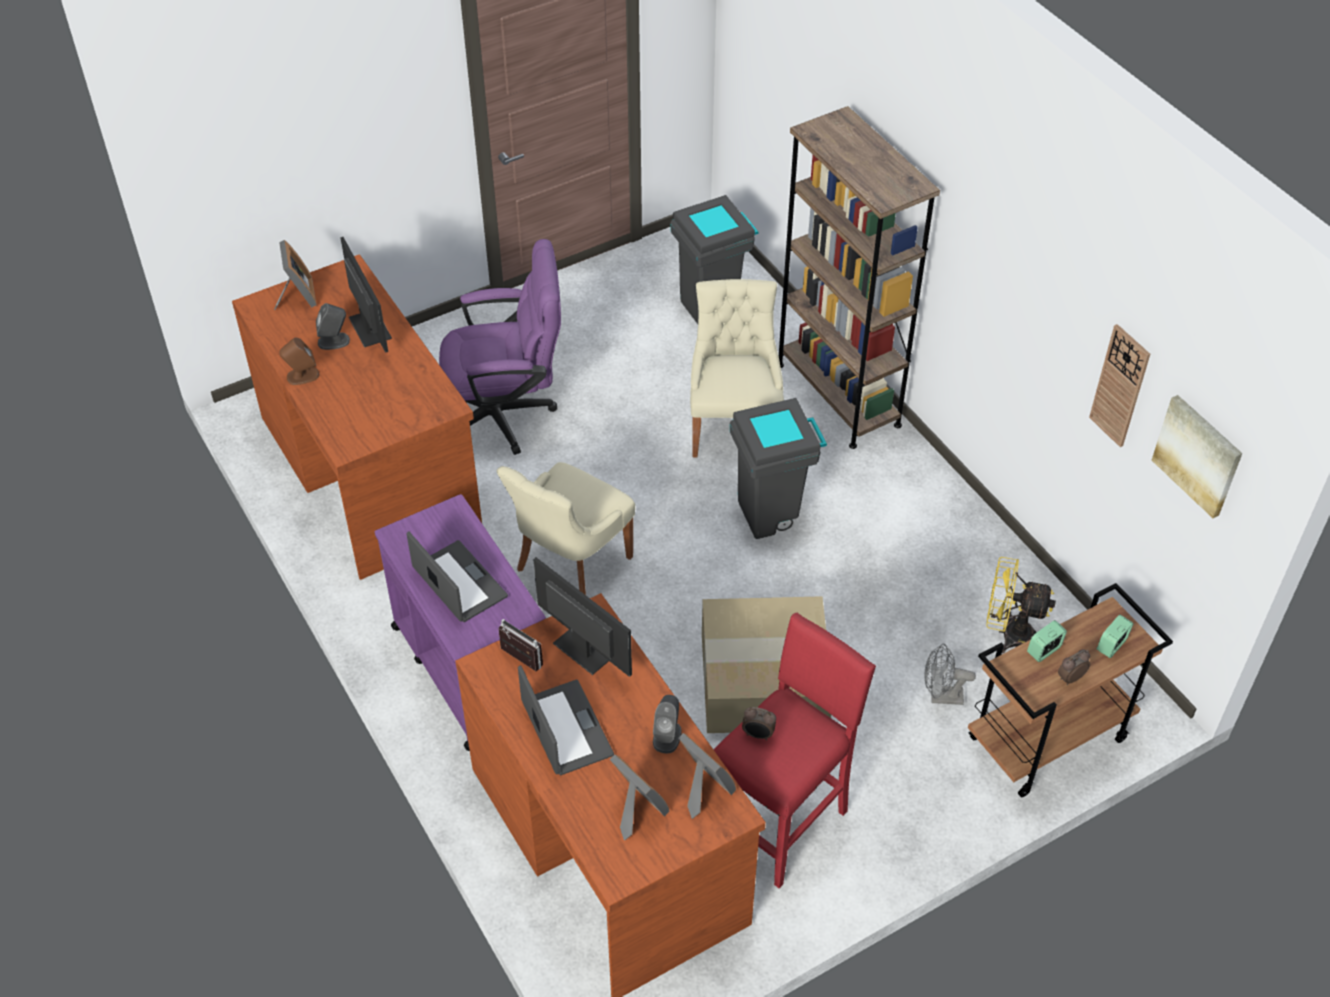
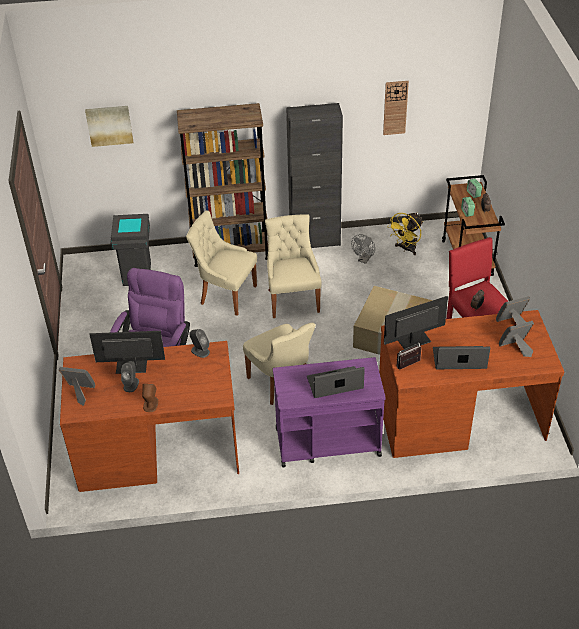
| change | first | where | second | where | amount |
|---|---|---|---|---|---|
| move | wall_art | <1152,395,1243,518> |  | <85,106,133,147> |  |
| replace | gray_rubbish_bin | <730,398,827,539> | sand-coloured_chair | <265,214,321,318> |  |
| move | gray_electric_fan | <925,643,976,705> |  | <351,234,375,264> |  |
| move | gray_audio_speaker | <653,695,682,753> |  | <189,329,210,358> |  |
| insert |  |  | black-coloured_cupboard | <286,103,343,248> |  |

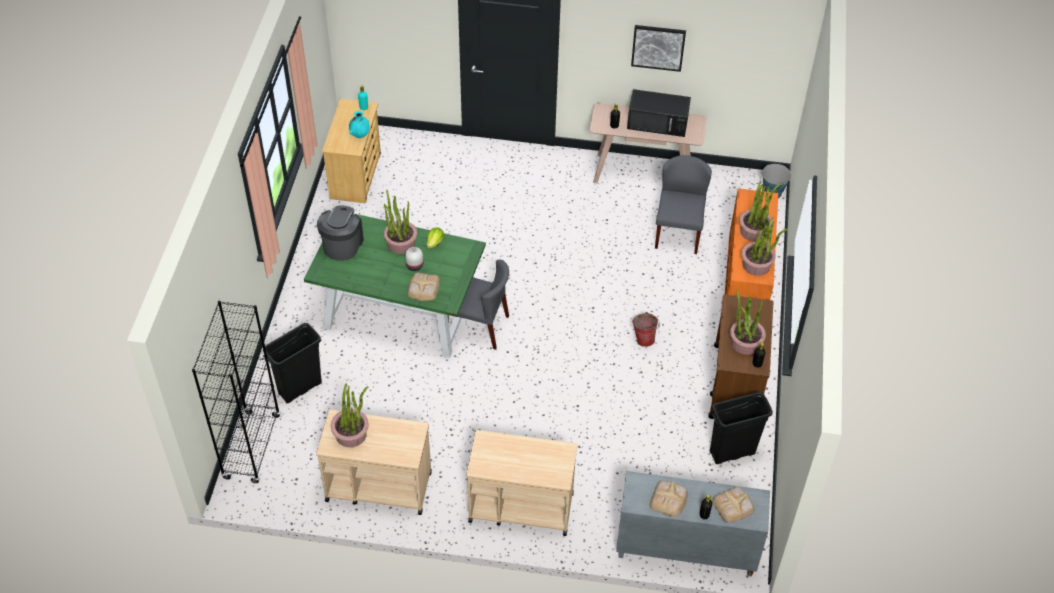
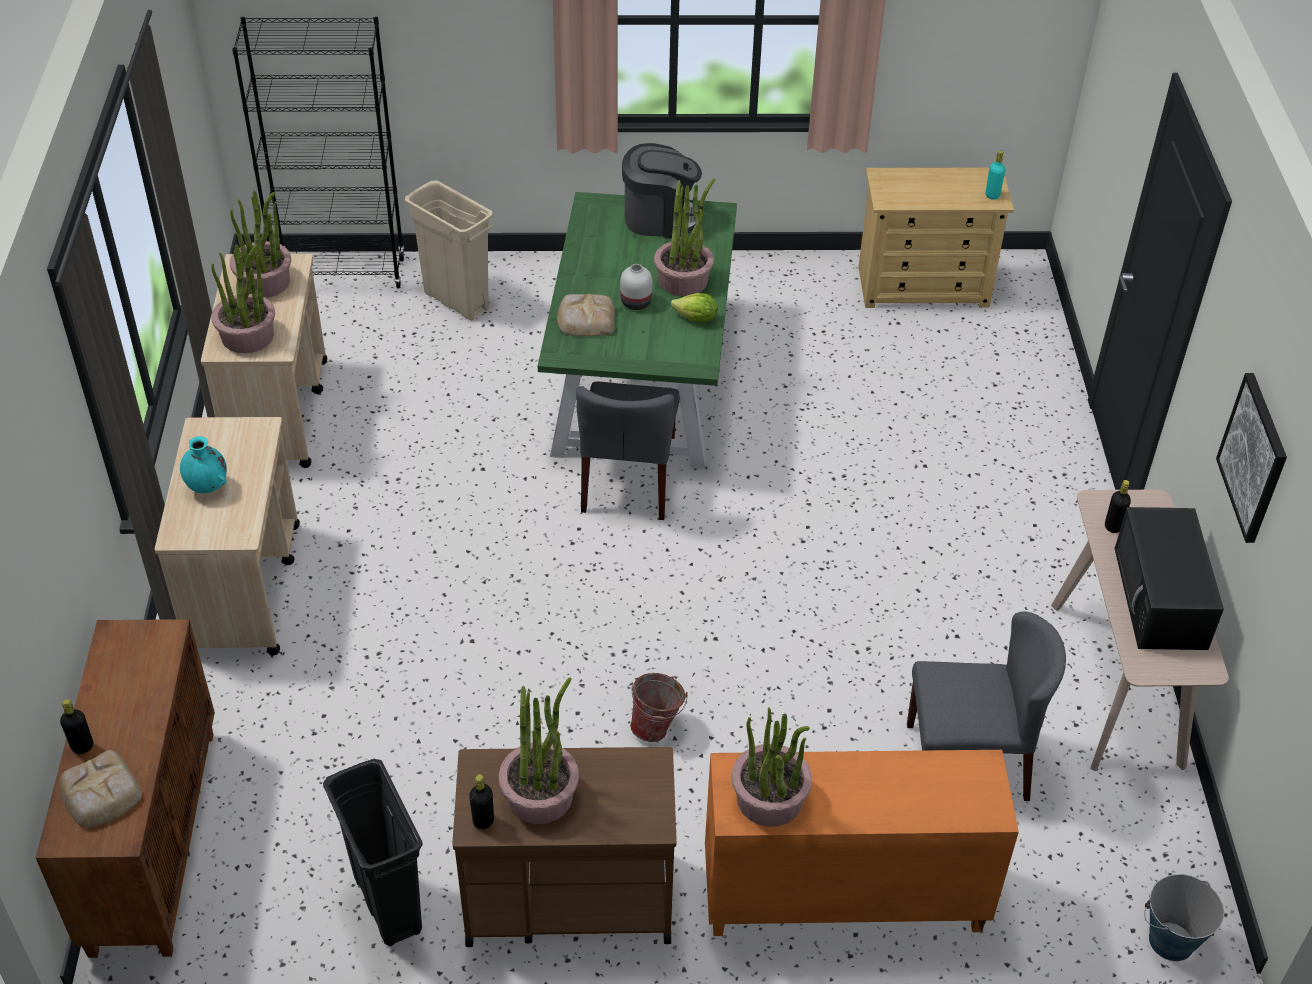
| change | first | where | second | where | amount |
|---|---|---|---|---|---|
| move | turquoise_vase | <349,111,370,138> |  | <180,436,227,493> |  |
| move | plant_in_a_pot | <739,181,781,242> |  | <211,244,275,353> |  |
| recolor | black-coloured_rubbish_bin | <263,323,322,403> | sand-coloured_rubbish_bin | <405,180,493,320> |  |
| recolor | gray_cupboard | <616,471,770,576> | brown_cupboard | <36,619,215,958> |  |
| delete | bread | <650,481,688,517> |  |  |  |

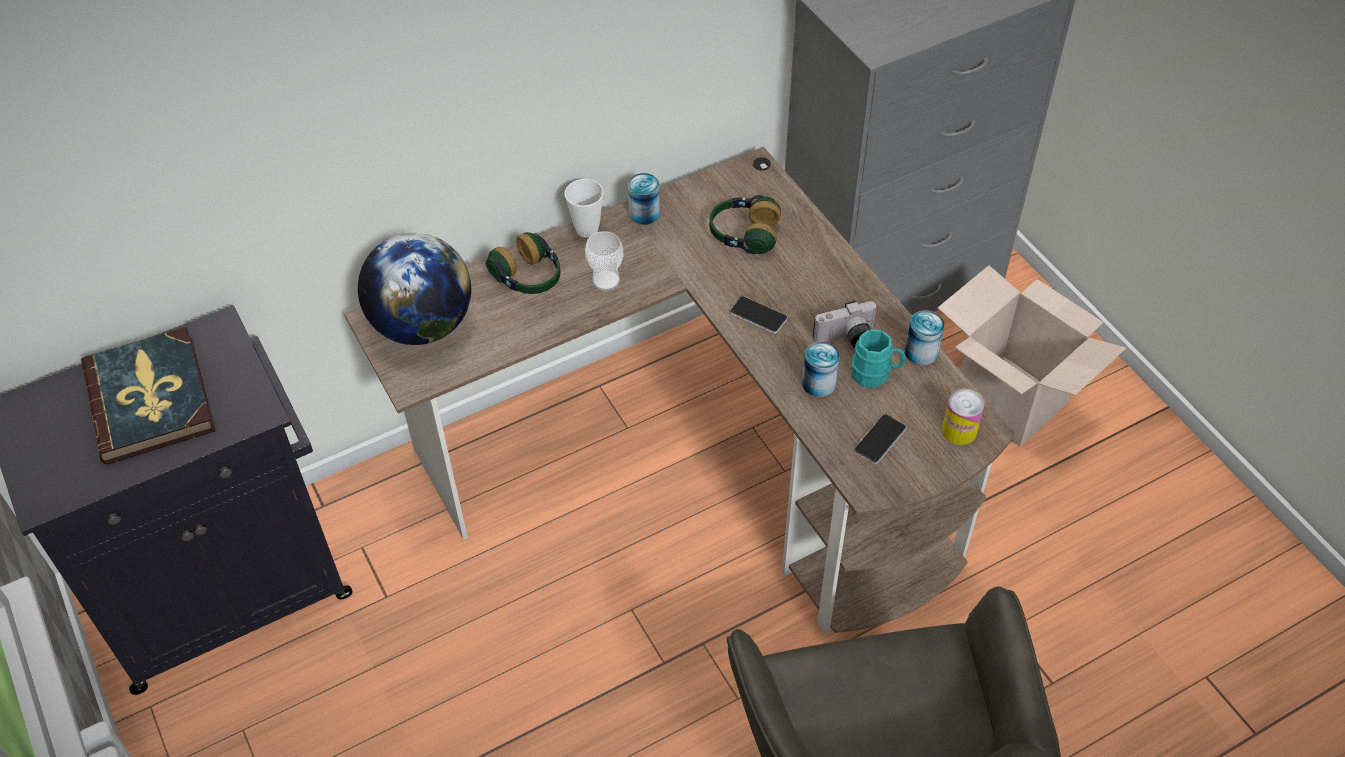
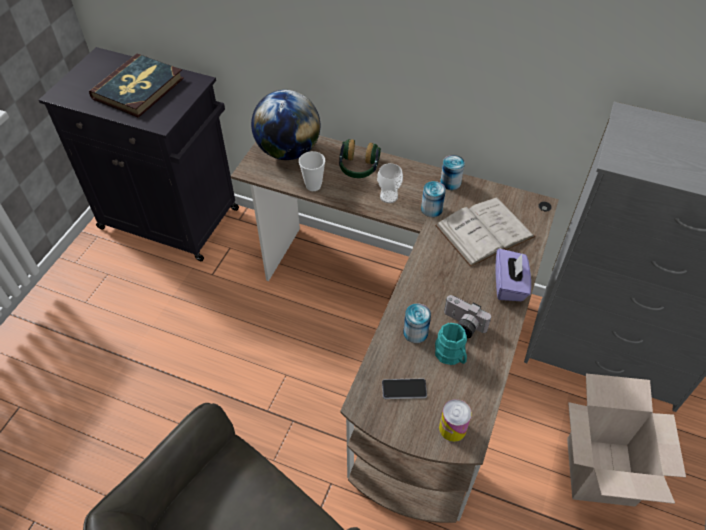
| change | first | where | second | where | amount |
|---|---|---|---|---|---|
| move | cup | <564,179,604,238> |  | <299,151,325,191> |  |
| replace | headphones | <709,195,781,254> | white-coloured_volume | <435,197,535,267> |  |
| delete | handset | <730,296,788,334> |  |  |  |
| move | can | <905,310,944,365> |  | <421,181,446,217> |  |
| insert |  |  | purple-coloured_box_of_tissues | <495,249,531,301> |  |

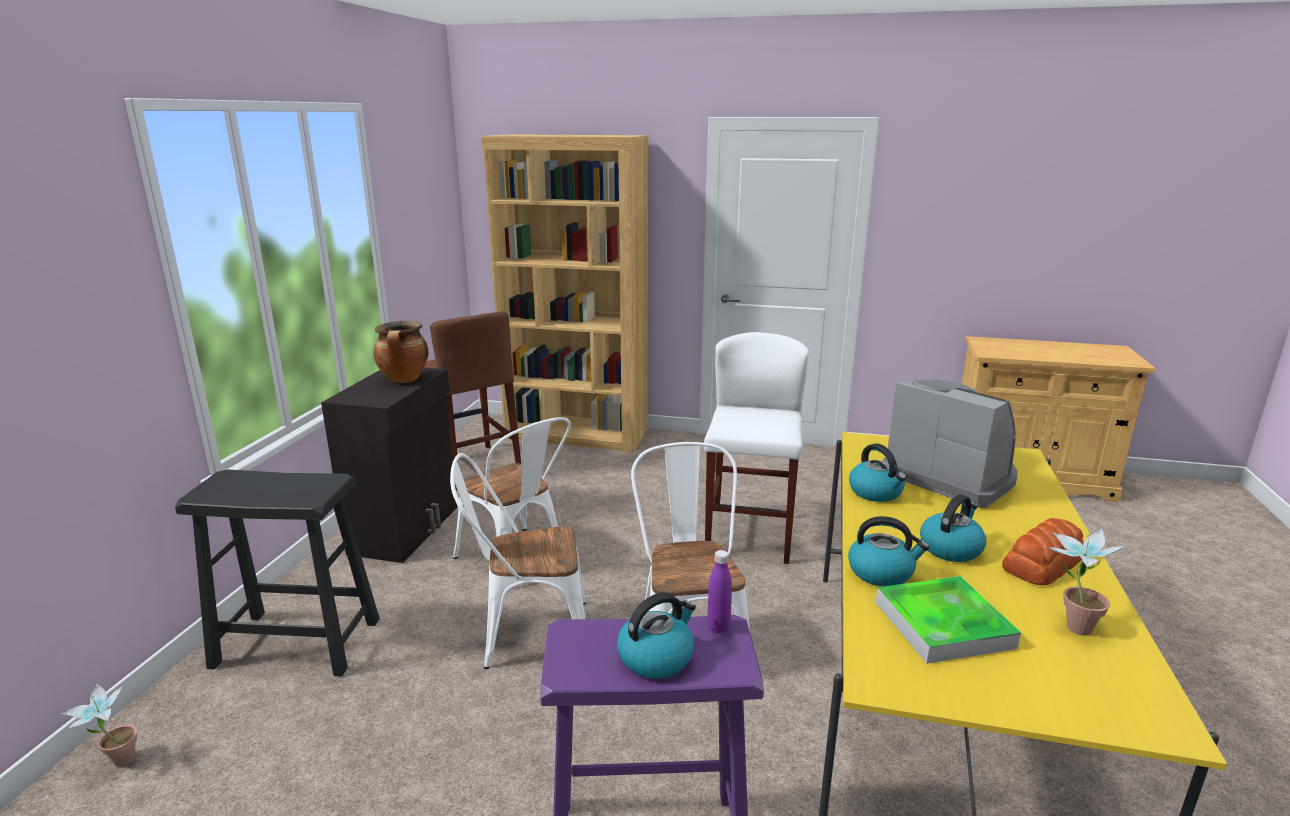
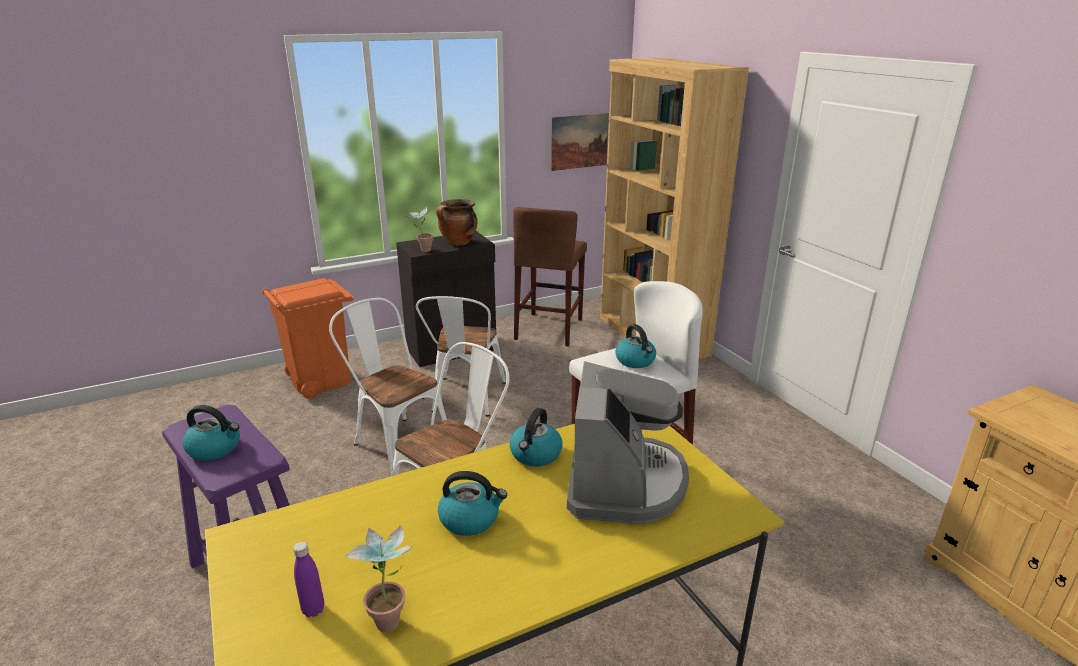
| change | first | where | second | where | amount |
|---|---|---|---|---|---|
| replace | black-coloured_stool | <175,469,380,677> | orange_rubbish_bin | <262,278,354,399> |  |
| move | kettle | <848,516,929,587> |  | <615,324,656,368> |  |
| delete | bread | <1002,518,1084,585> |  |  |  |
| move | purple-coloured_beverage_bottle | <707,550,732,633> |  | <293,542,324,617> |  |
| delete | tray | <876,576,1021,664> |  |  |  |
| move | plant_in_a_pot | <61,683,137,767> |  | <405,207,434,252> |  |
| insert |  |  | wall_art | <551,113,609,171> |  |

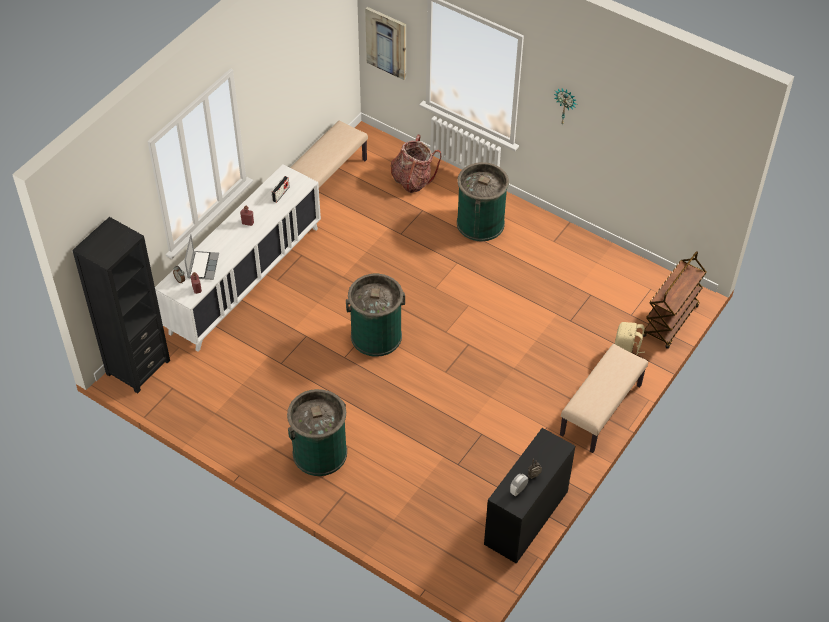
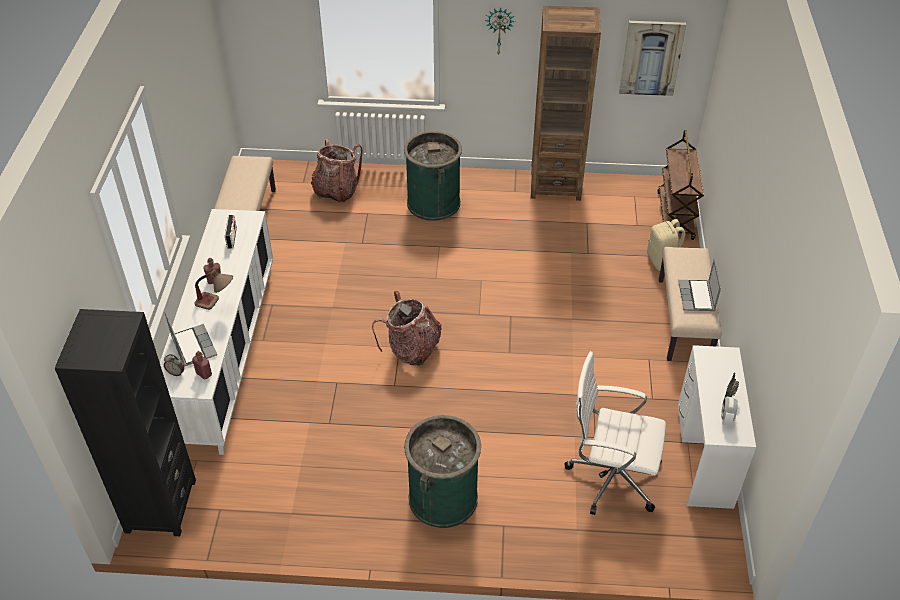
| change | first | where | second | where | amount |
|---|---|---|---|---|---|
| move | wall_art | <365,7,406,80> |  | <619,21,686,96> |  |
| replace | green-coloured_rubbish_bin | <346,274,405,357> | backpack | <372,291,442,366> |  |
| recolor | black-coloured_desk | <484,428,575,564> | white-coloured_desk | <678,345,756,509> |  |
| insert |  |  | brown_shelving_unit | <531,6,601,201> |  |
| insert |  |  | portable_computer | <678,259,721,311> |  |
| insert |  |  | lamp_for_a_table | <194,269,233,310> |  |
| insert |  |  | white-coloured_desk_chair | <564,351,666,515> |  |

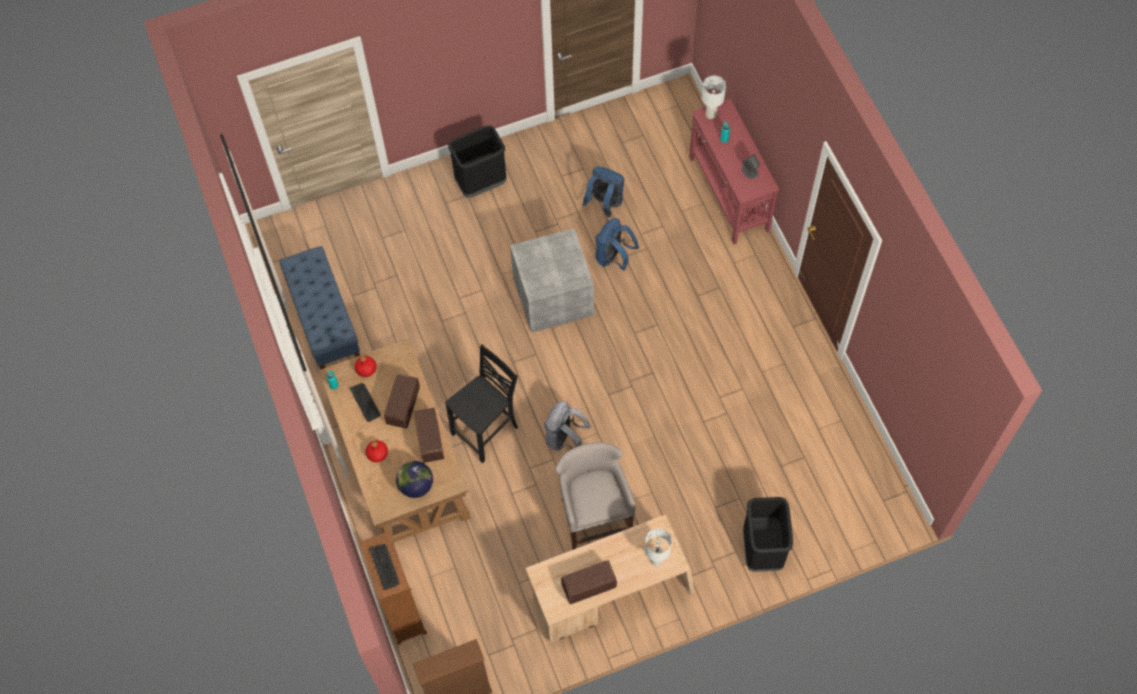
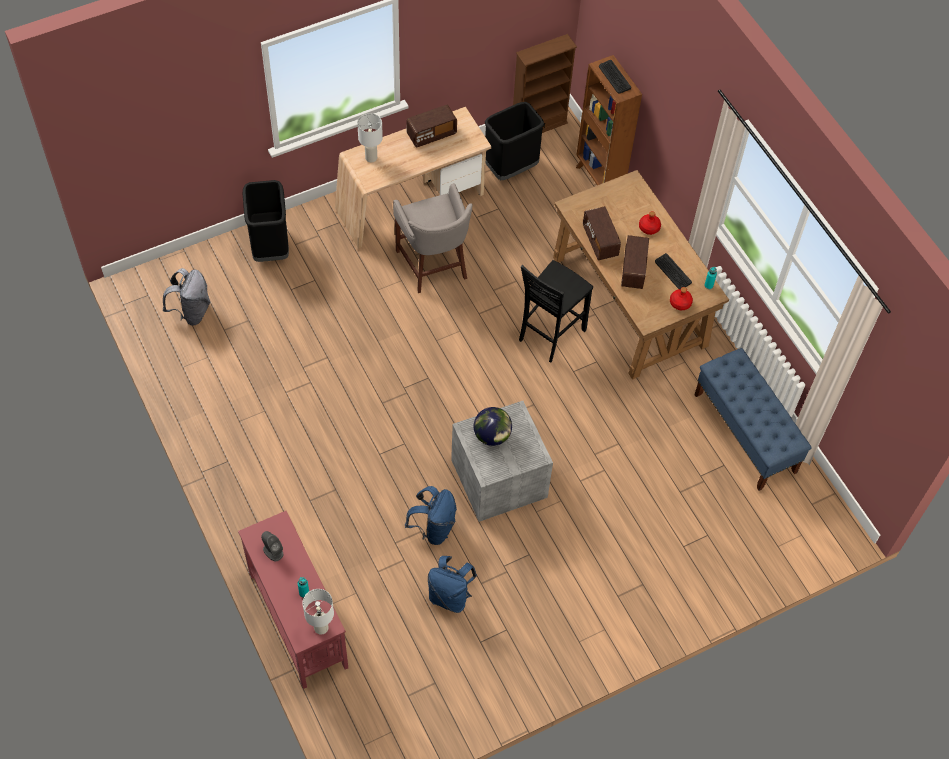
| change | first | where | second | where | amount |
|---|---|---|---|---|---|
| move | black-coloured_rubbish_bin | <448,126,507,198> |  | <485,102,544,180> |  |
| move | gray_backpack | <544,401,591,451> |  | <163,268,210,325> |  |
| move | globe | <396,461,433,498> |  | <474,407,512,446> |  |

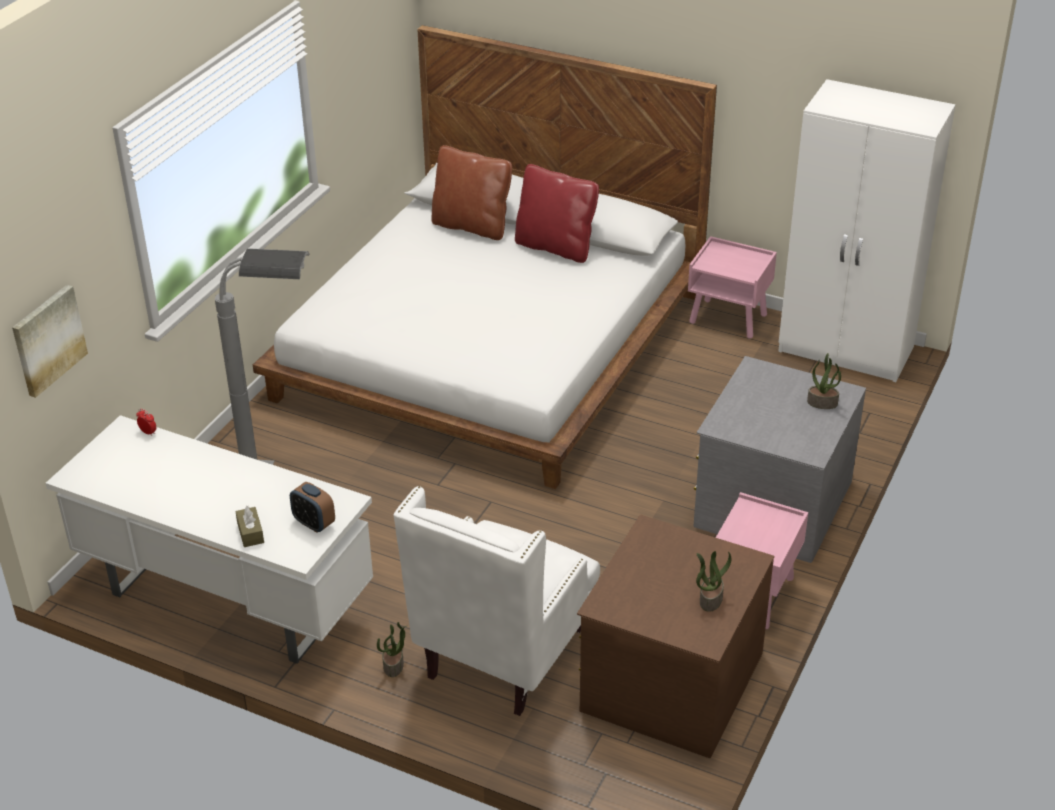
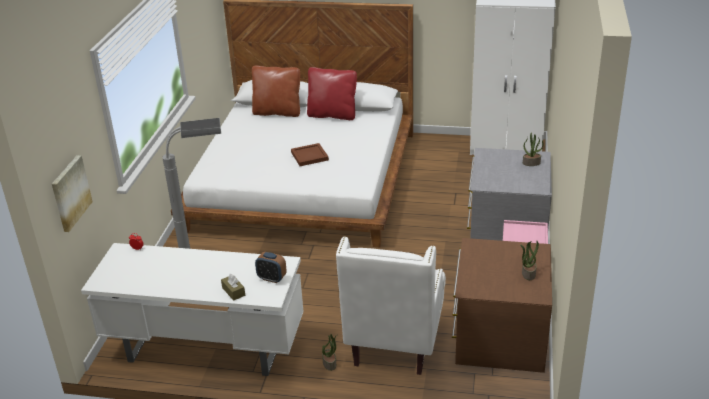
| change | first | where | second | where | amount |
|---|---|---|---|---|---|
| delete | pink_bedside_table | <688,236,777,338> |  |  |  |
| insert |  |  | brown_tray | <291,143,329,166> |  |

